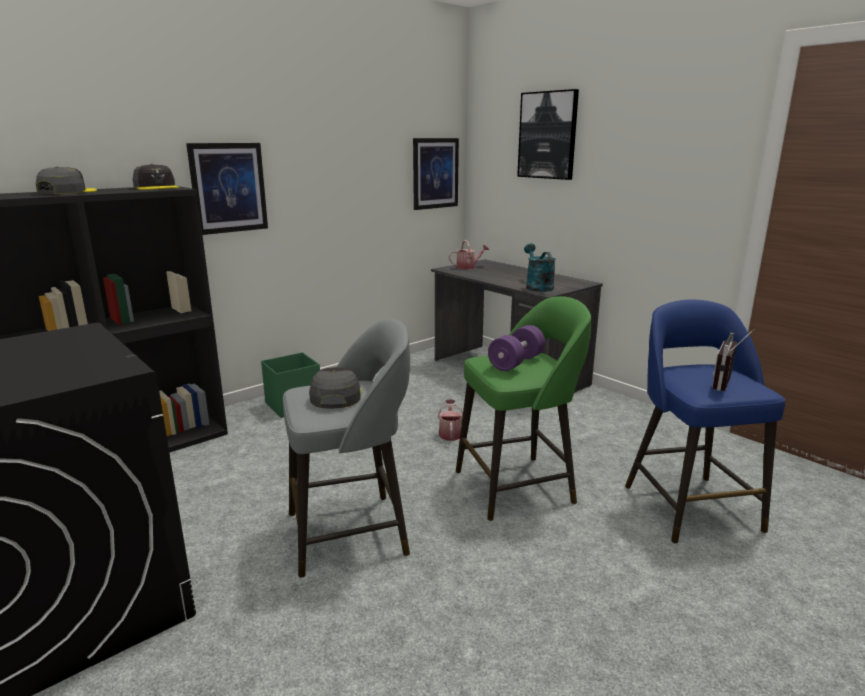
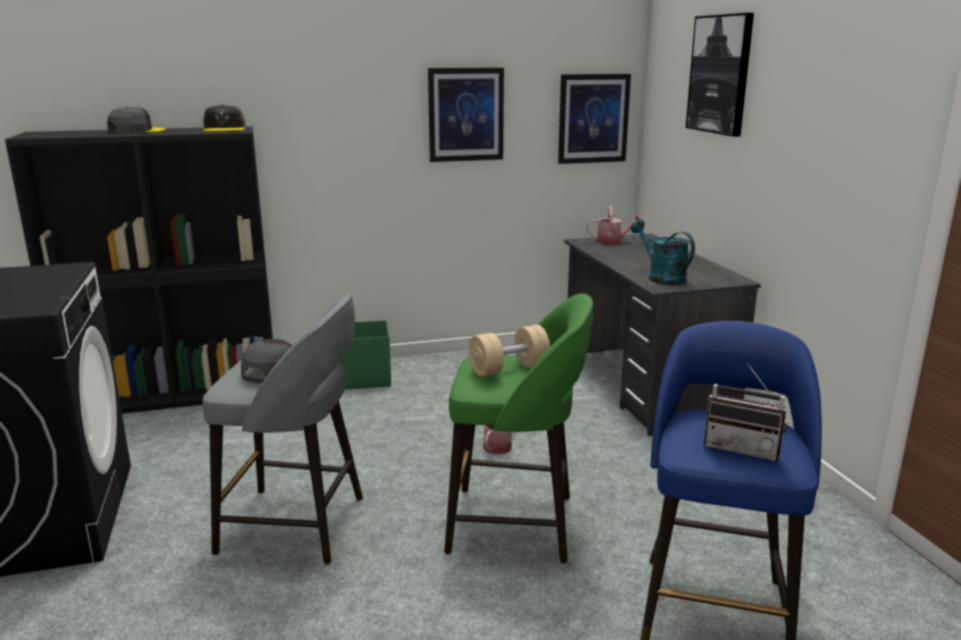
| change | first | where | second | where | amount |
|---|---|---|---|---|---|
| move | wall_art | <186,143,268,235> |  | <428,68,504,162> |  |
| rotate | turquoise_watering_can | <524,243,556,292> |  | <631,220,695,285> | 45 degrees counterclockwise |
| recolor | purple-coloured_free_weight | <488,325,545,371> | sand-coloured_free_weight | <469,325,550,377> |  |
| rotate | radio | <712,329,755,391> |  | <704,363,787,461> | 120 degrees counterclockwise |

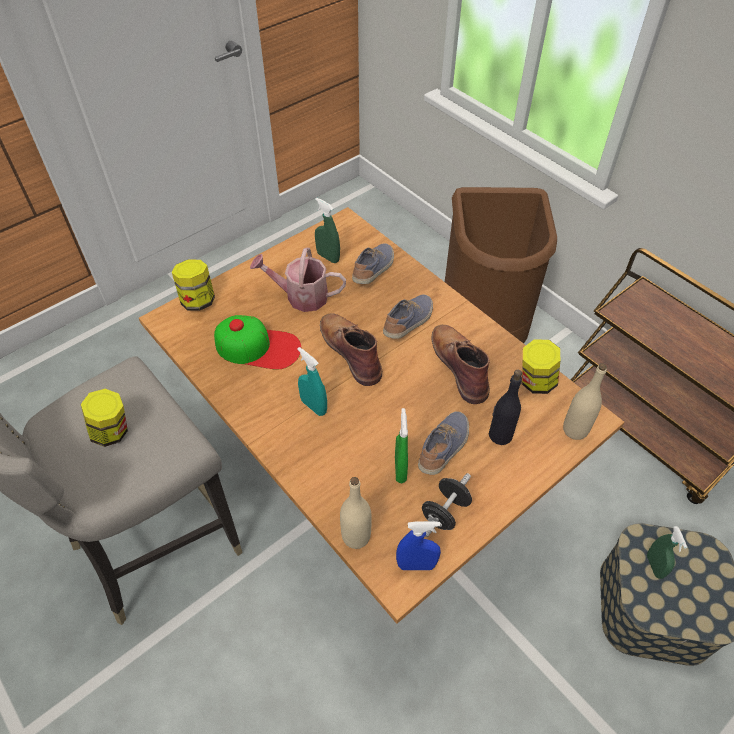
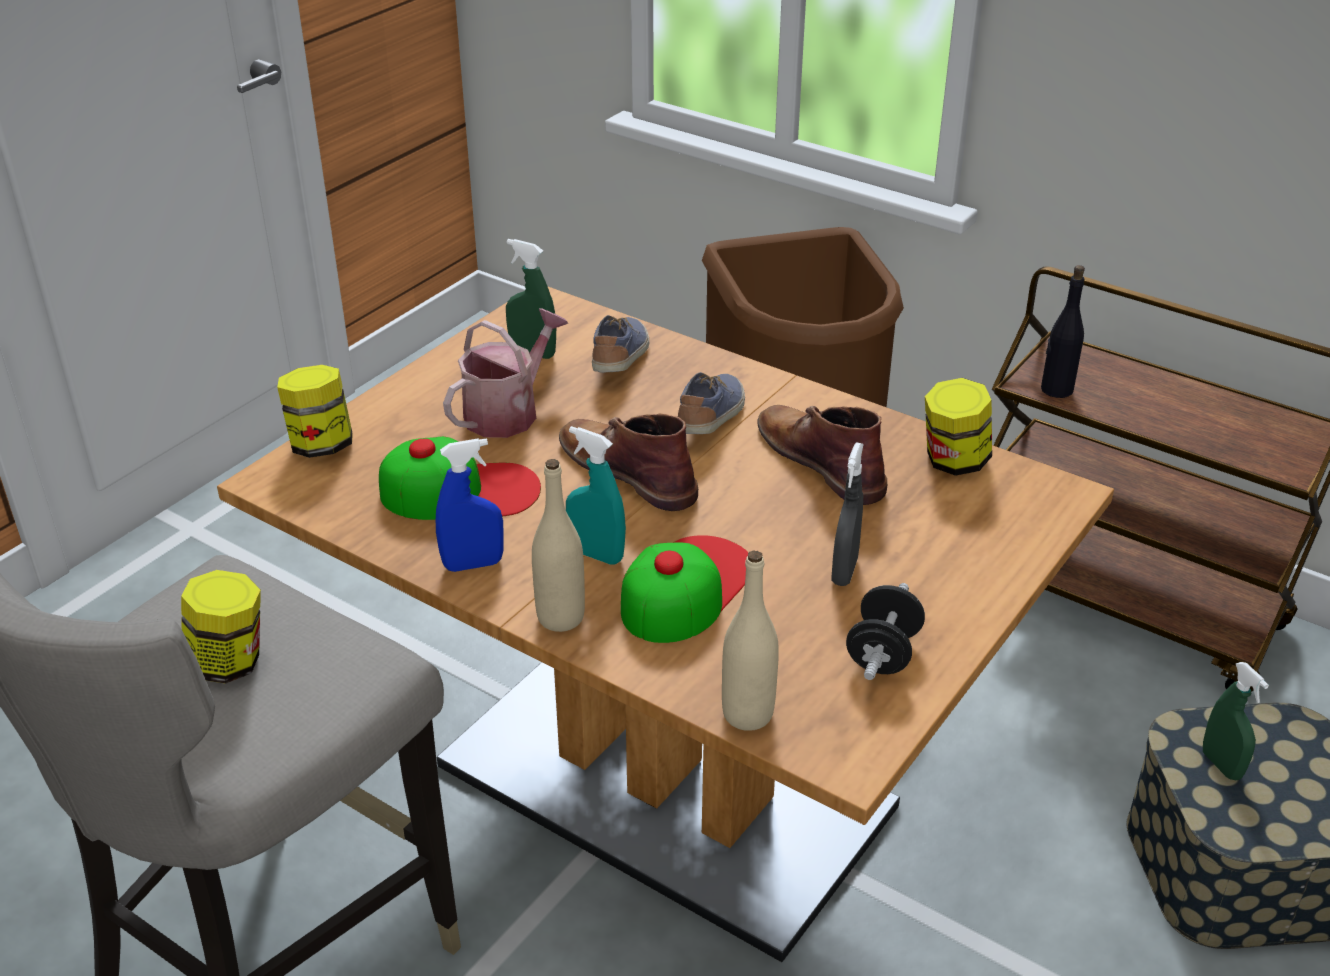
| change | first | where | second | where | amount |
|---|---|---|---|---|---|
| rotate | watering_can | <250,248,346,312> |  | <443,308,569,438> | 135 degrees clockwise |
| move | sand-coloured_beverage_bottle | <563,364,607,440> |  | <532,459,585,632> |  |
| move | black-coloured_beverage_bottle | <489,370,522,445> |  | <1041,265,1085,398> |  |
| delete | green-coloured_sprayer | <395,408,408,483> |  |  |  |
| replace | low_shoe | <418,411,469,475> | gray_sprayer | <831,442,864,586> |  |
| move | bluish_sprayer | <396,521,441,570> |  | <436,438,504,572> |  |
| insert |  |  | peaked_cap | <621,535,748,643> |  |

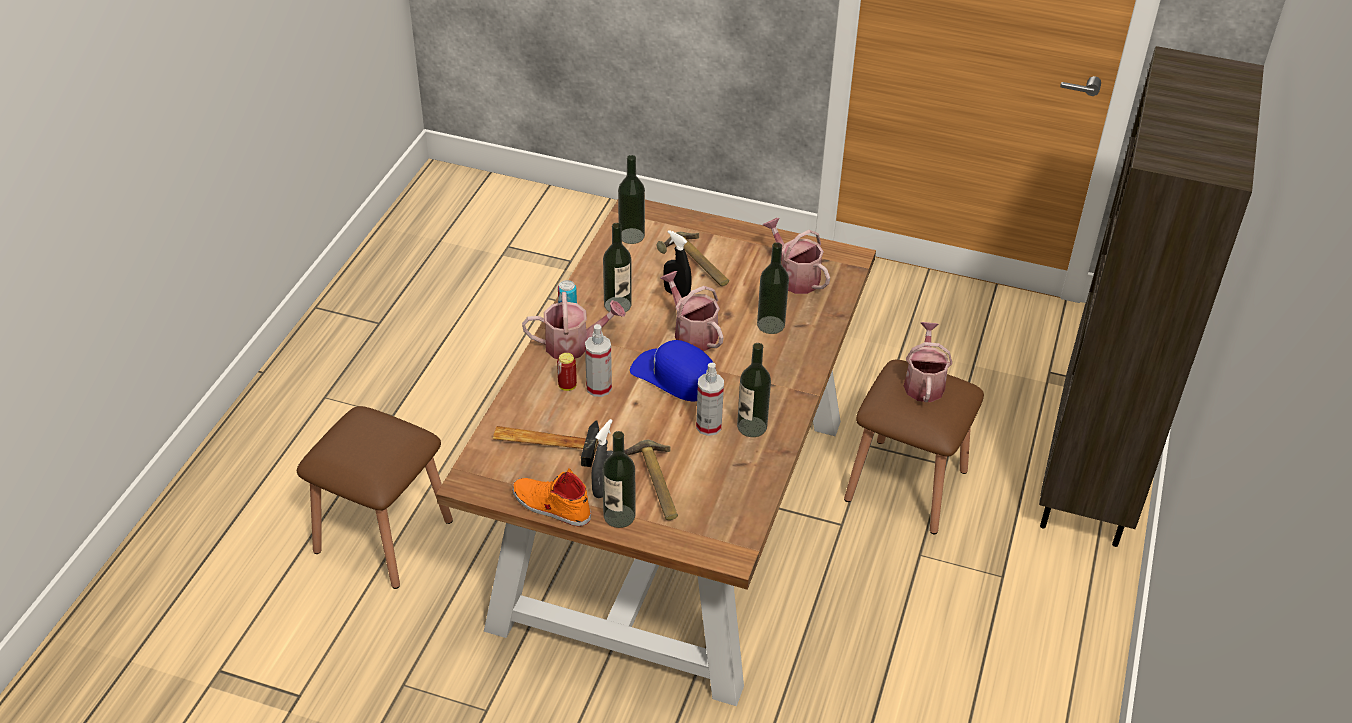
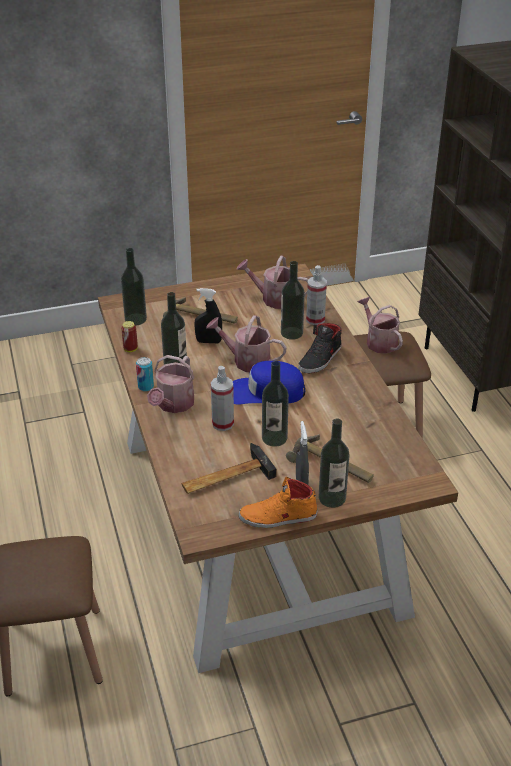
| change | first | where | second | where | amount |
|---|---|---|---|---|---|
| rotate | watering_can | <522,292,626,359> |  | <147,355,195,413> | 150 degrees clockwise |
| move | beverage_bottle | <737,343,771,437> |  | <262,361,289,447> |  |
| move | can | <557,353,577,391> |  | <121,321,138,352> |  |
| move | sprayer | <696,363,724,436> |  | <306,265,327,325> |  |
| insert |  |  | black-coloured_low_shoe | <298,323,342,373> |  |

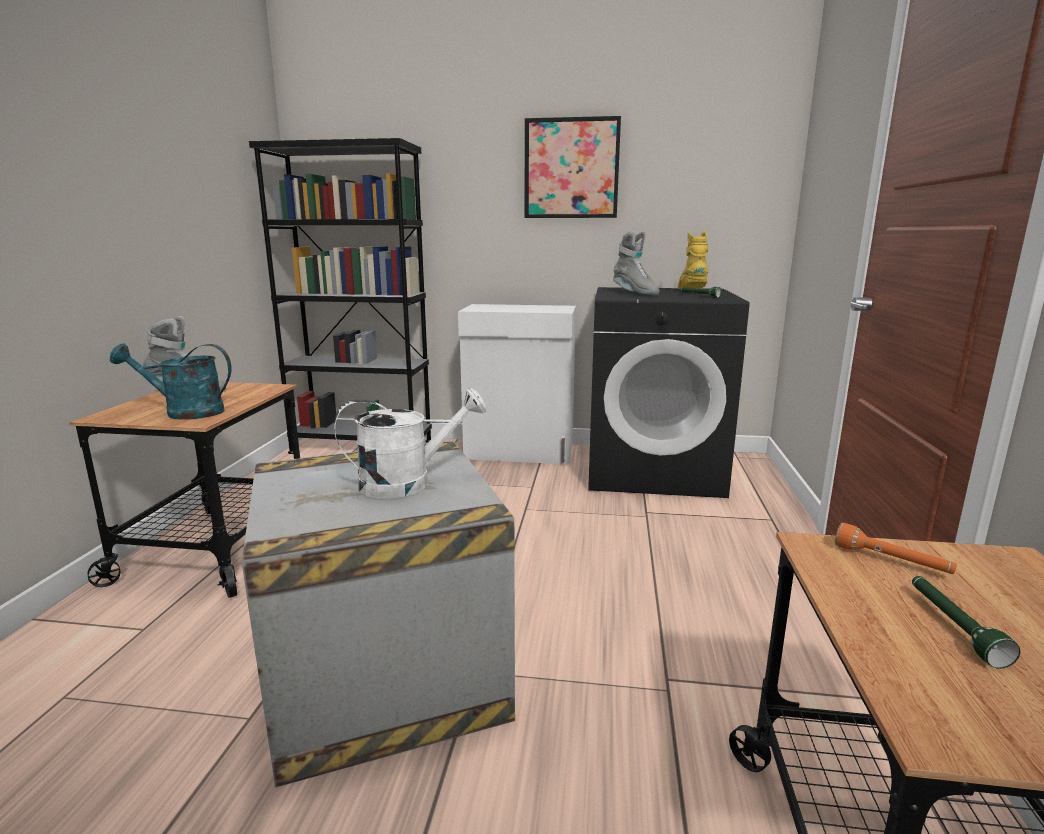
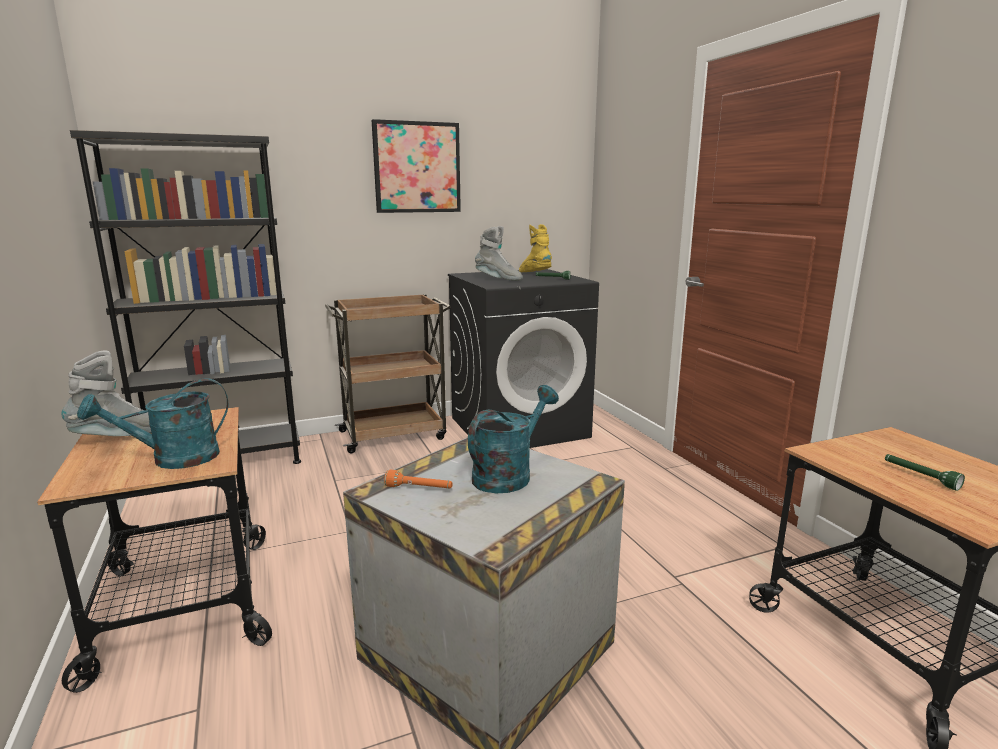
| change | first | where | second | where | amount |
|---|---|---|---|---|---|
| replace | white-coloured_cupboard | <458,304,576,464> | brown_cart | <325,294,451,453> |  |
| recolor | white-coloured_watering_can | <334,388,486,498> | turquoise_watering_can | <468,385,559,493> |  |
| move | orange_hand_torch | <835,523,957,574> |  | <384,470,453,488> |  |

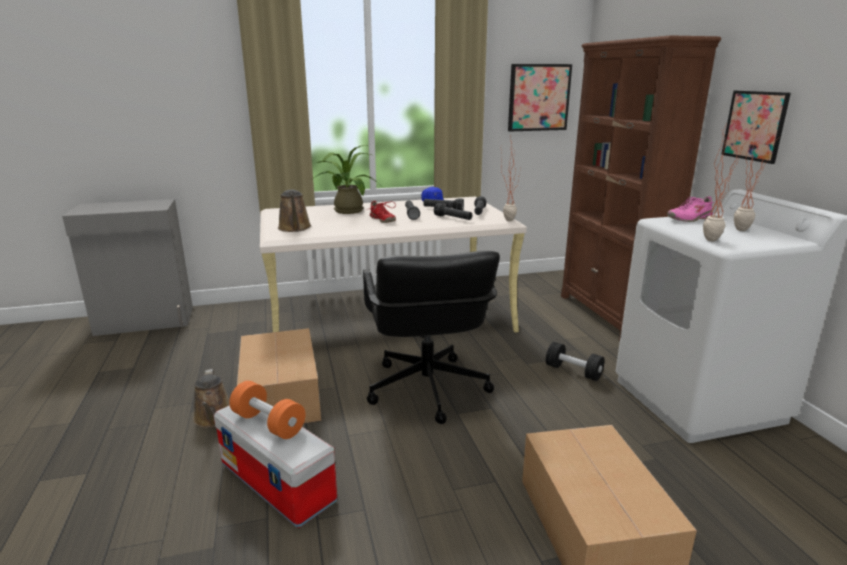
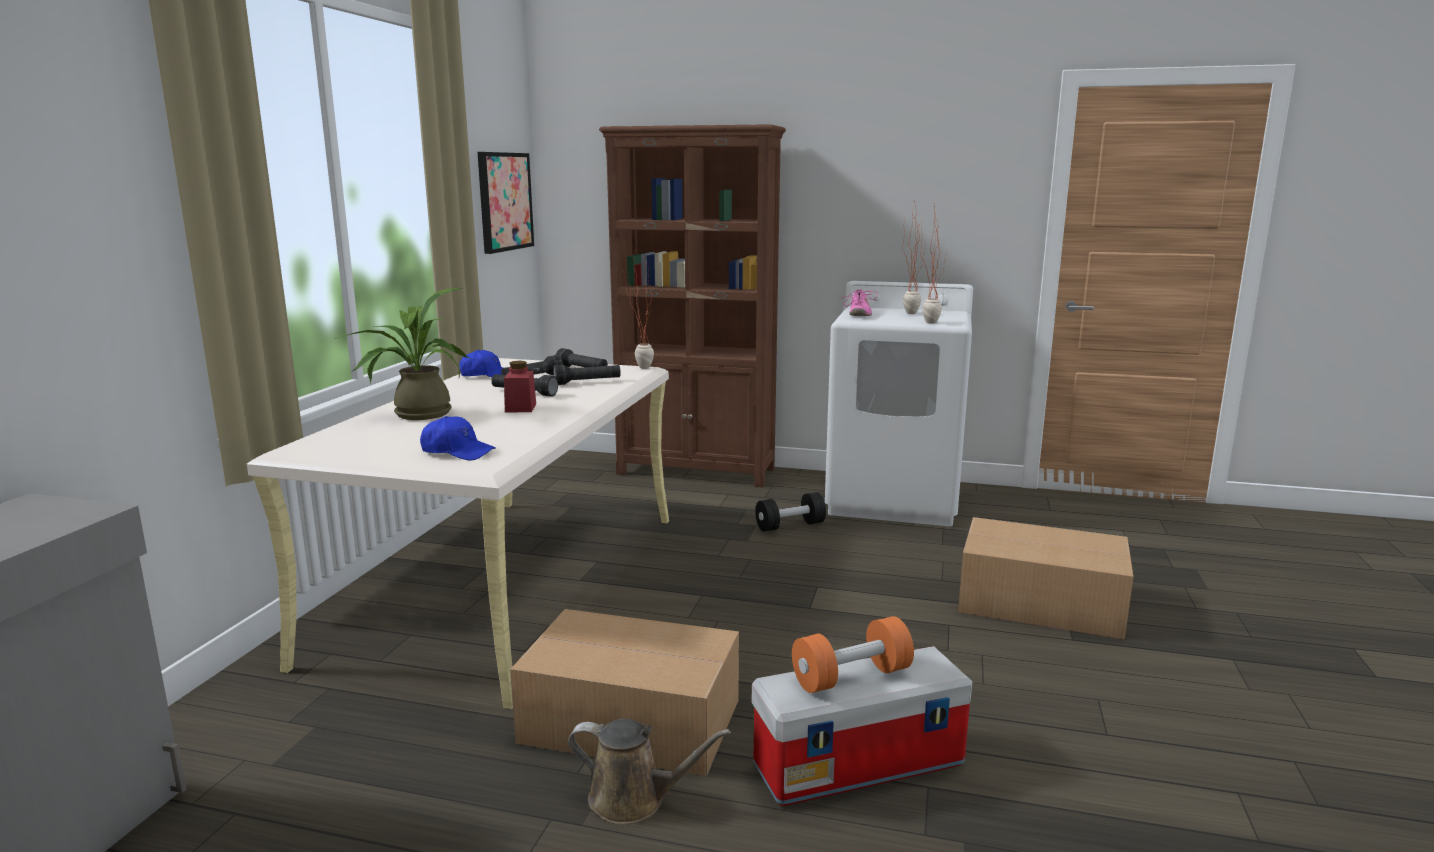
| change | first | where | second | where | amount |
|---|---|---|---|---|---|
| delete | wall_art | <721,91,791,164> |  |  |  |
| replace | brown_watering_can | <278,189,311,232> | bluish_peaked_cap | <420,416,496,461> |  |
| replace | red-coloured_low_shoe | <369,200,396,223> | red-coloured_storage_jar | <504,361,536,413> |  |
| delete | black-coloured_desk_chair | <363,251,500,424> |  |  |  |

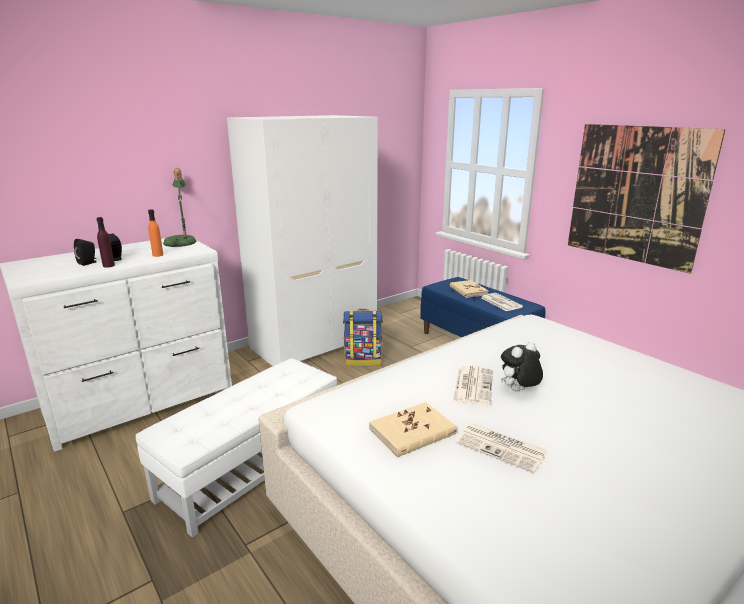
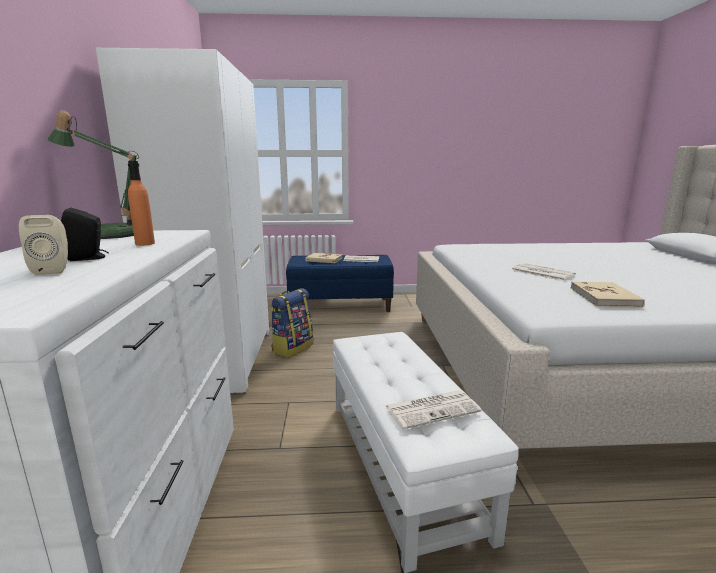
| change | first | where | second | where | amount |
|---|---|---|---|---|---|
| delete | wall_art | <568,124,726,274> |  |  |  |
| delete | purple-coloured_beverage_bottle | <96,217,115,268> |  |  |  |
| recolor | black-coloured_audio_speaker | <74,239,97,266> | sand-coloured_audio_speaker | <19,215,68,275> |  |
| delete | plush_toy | <501,342,543,391> |  |  |  |
| move | printed_paper | <455,423,548,474> |  | <385,390,482,429> |  |

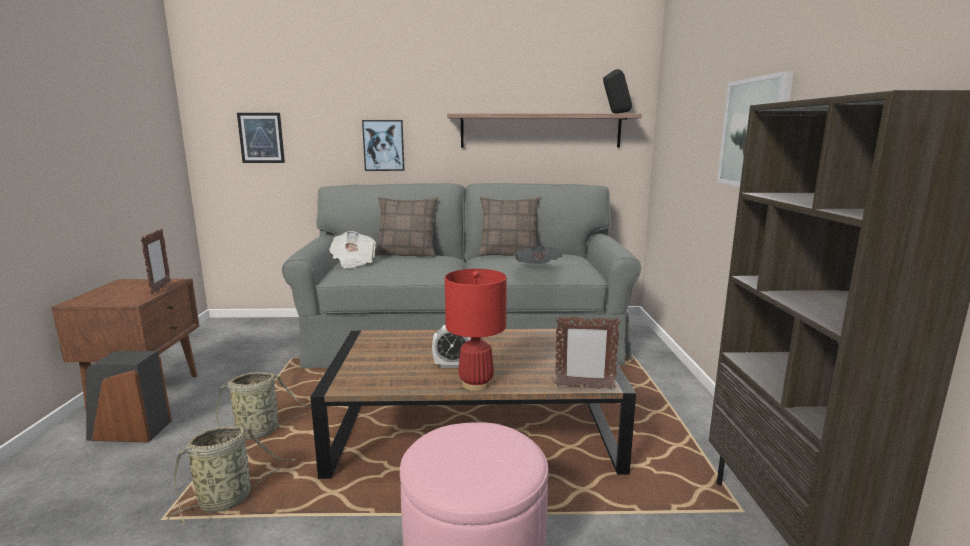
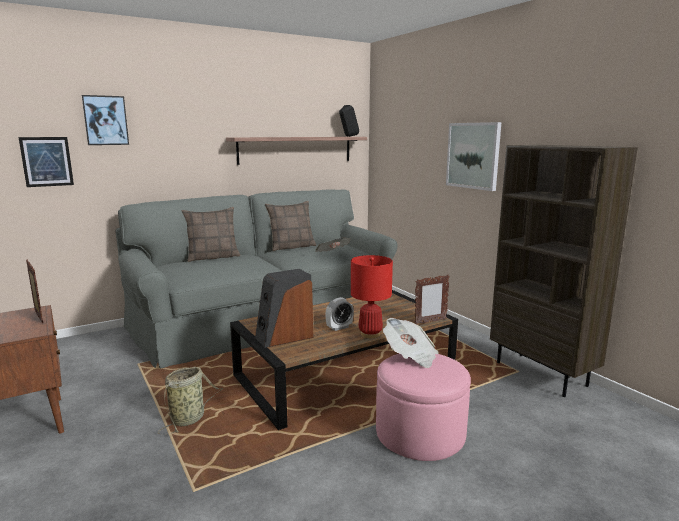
| change | first | where | second | where | amount |
|---|---|---|---|---|---|
| move | wall_art | <362,120,405,171> |  | <82,95,129,145> |  |
| move | printed_paper | <329,231,376,268> |  | <383,318,439,368> |  |
| move | audio_speaker | <86,351,172,442> |  | <255,269,313,348> |  |
| delete | household_basket | <167,426,296,525> |  |  |  |

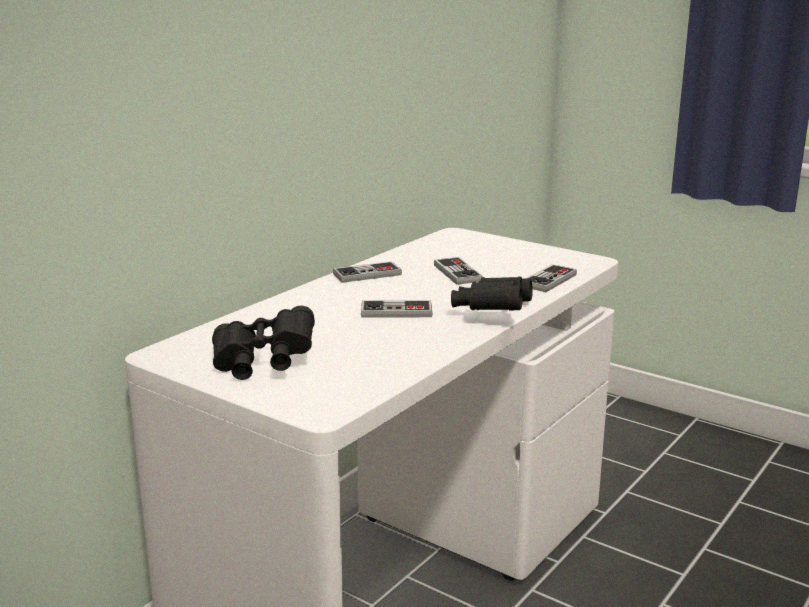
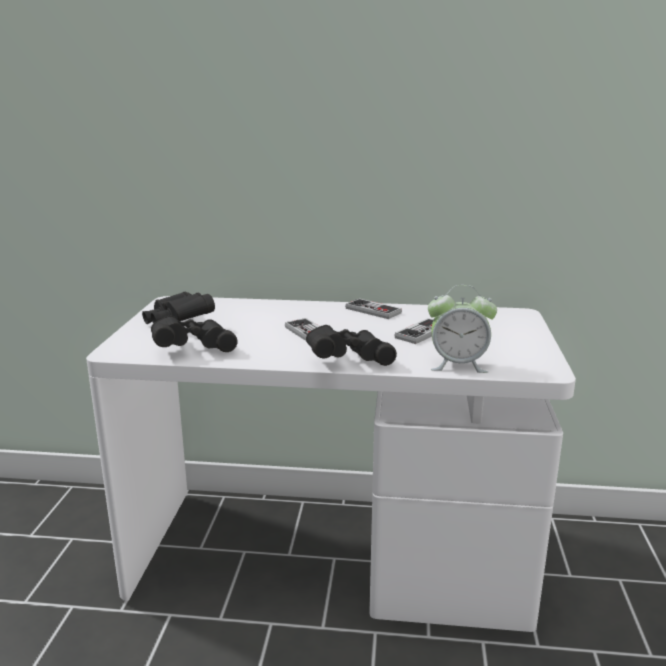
| change | first | where | second | where | amount |
|---|---|---|---|---|---|
| replace | gamepad | <527,264,577,292> | bedside_clock | <428,285,497,373> |  |
| insert |  |  | black-coloured_binoculars | <151,316,238,352> |  |

